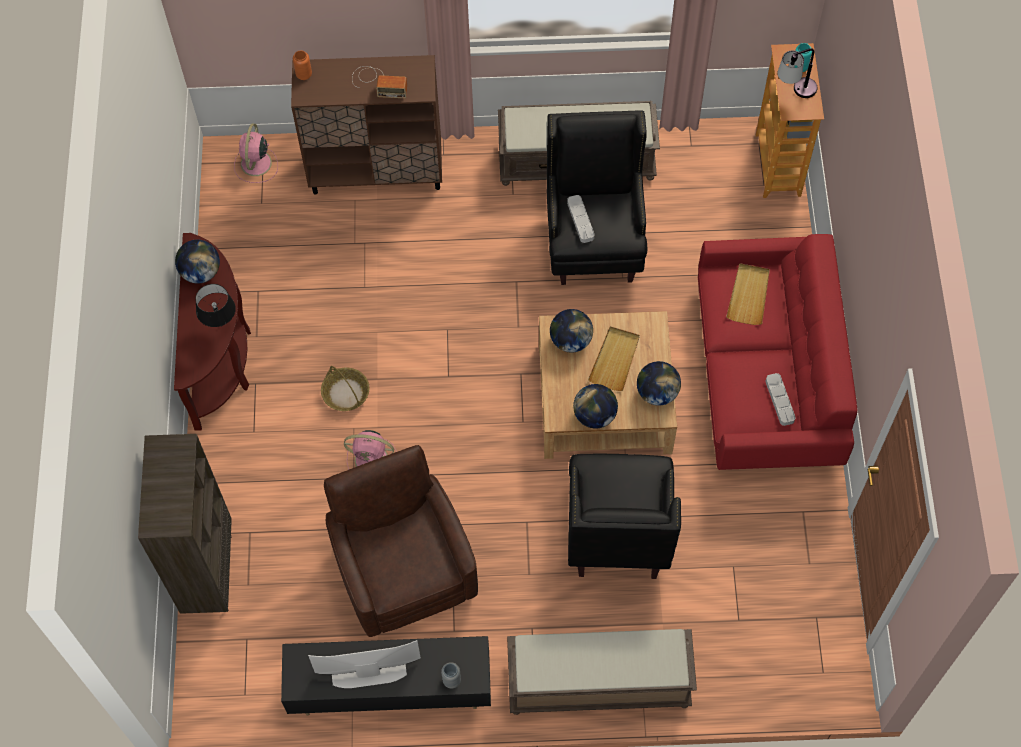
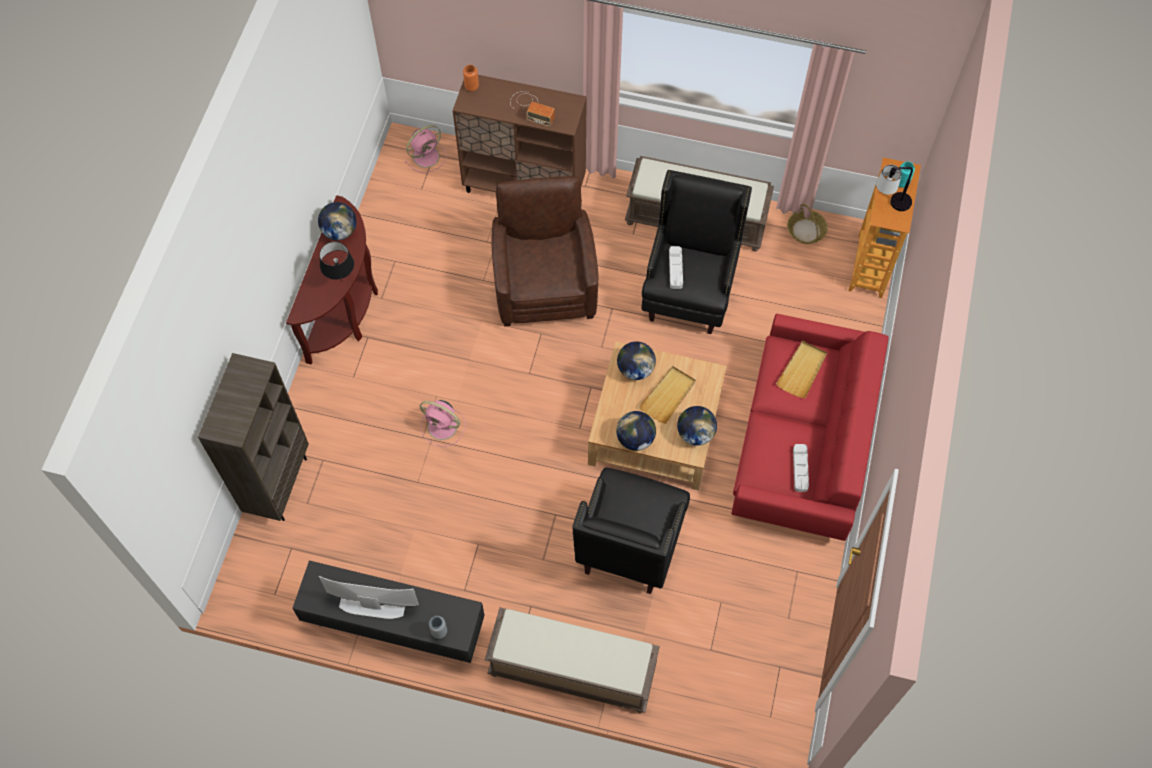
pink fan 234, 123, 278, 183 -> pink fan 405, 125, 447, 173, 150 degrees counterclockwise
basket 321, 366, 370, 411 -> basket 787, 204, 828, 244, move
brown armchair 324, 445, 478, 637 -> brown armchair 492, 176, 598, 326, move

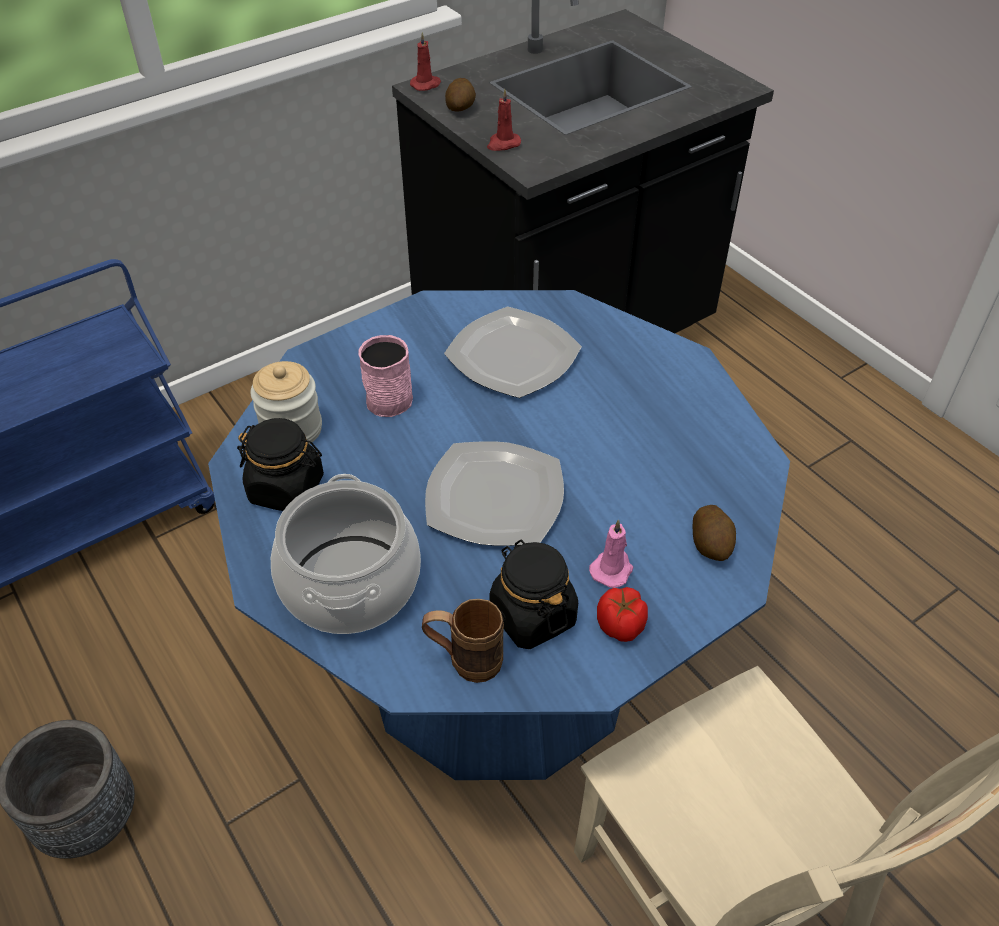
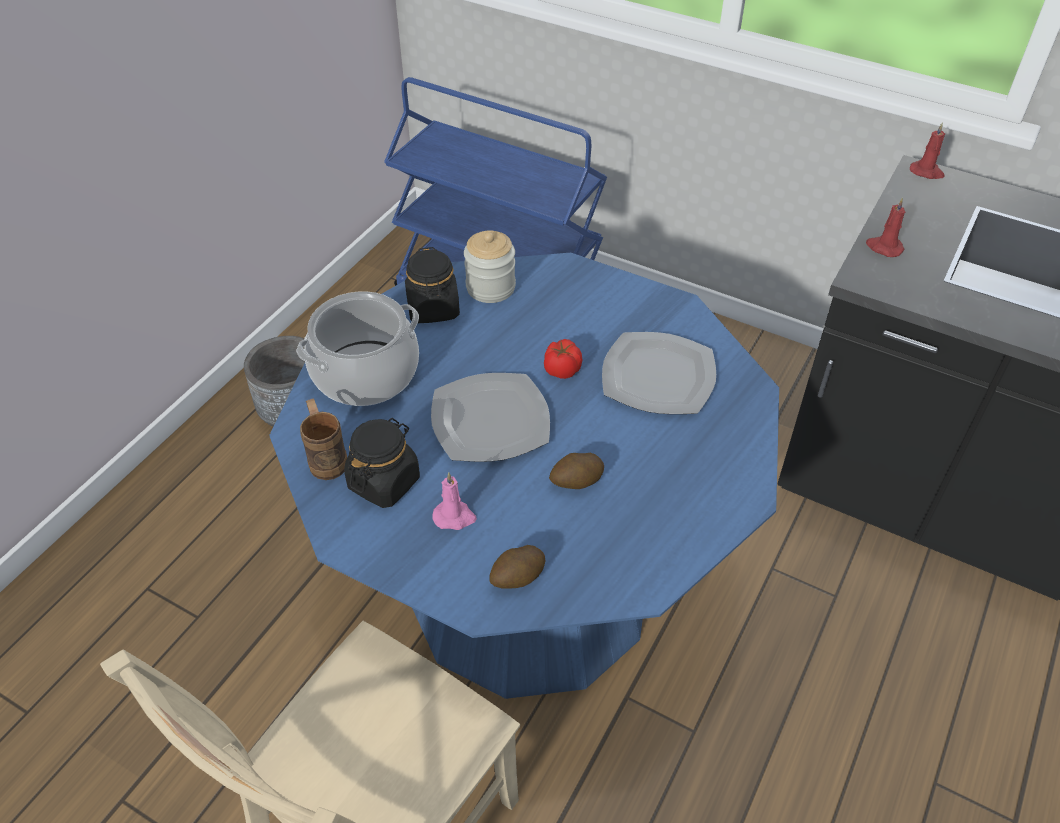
pink mug 358, 335, 413, 417 -> none
potato 445, 78, 476, 111 -> potato 549, 453, 604, 489, move
tomato 597, 587, 648, 642 -> tomato 544, 339, 582, 379, move

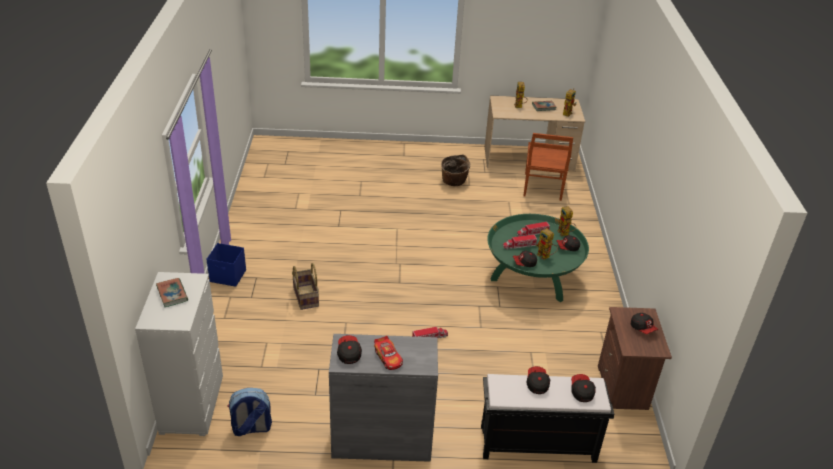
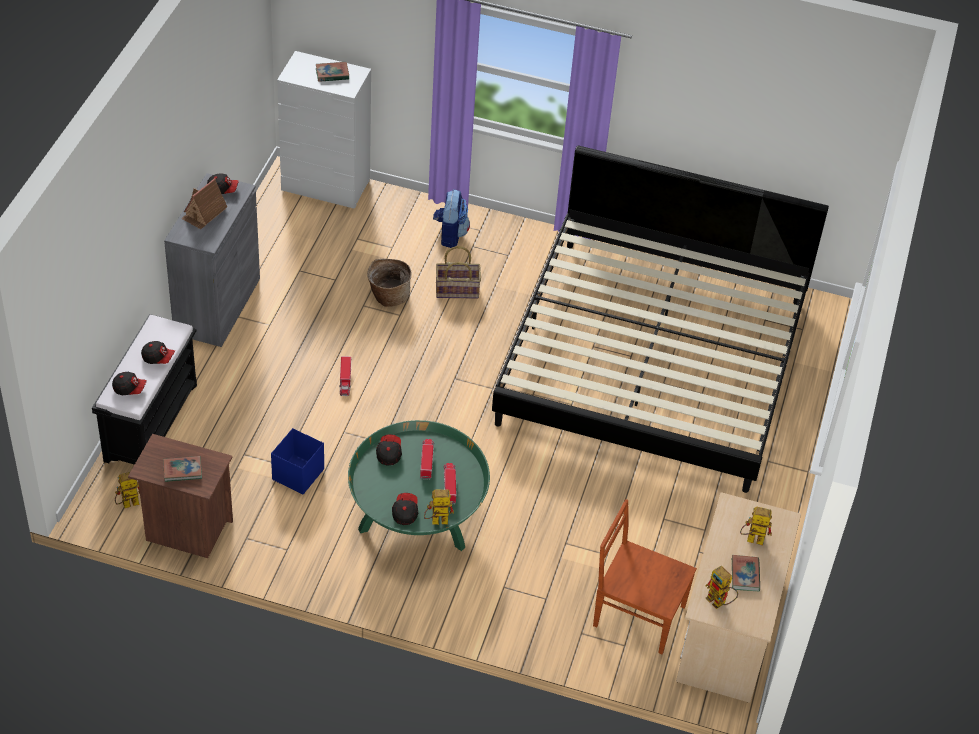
blue storage box 206, 243, 246, 287 -> blue storage box 271, 428, 324, 494, move
backpack 227, 388, 272, 436 -> backpack 433, 190, 470, 248, move
toy car 374, 336, 403, 370 -> toy house 181, 178, 227, 229
basket 441, 155, 470, 186 -> basket 367, 259, 412, 307, move
toy robot 536, 228, 558, 260 -> toy robot 115, 472, 140, 508, move
cap 631, 313, 659, 334 -> book 163, 456, 202, 482
none -> bed 492, 145, 829, 493

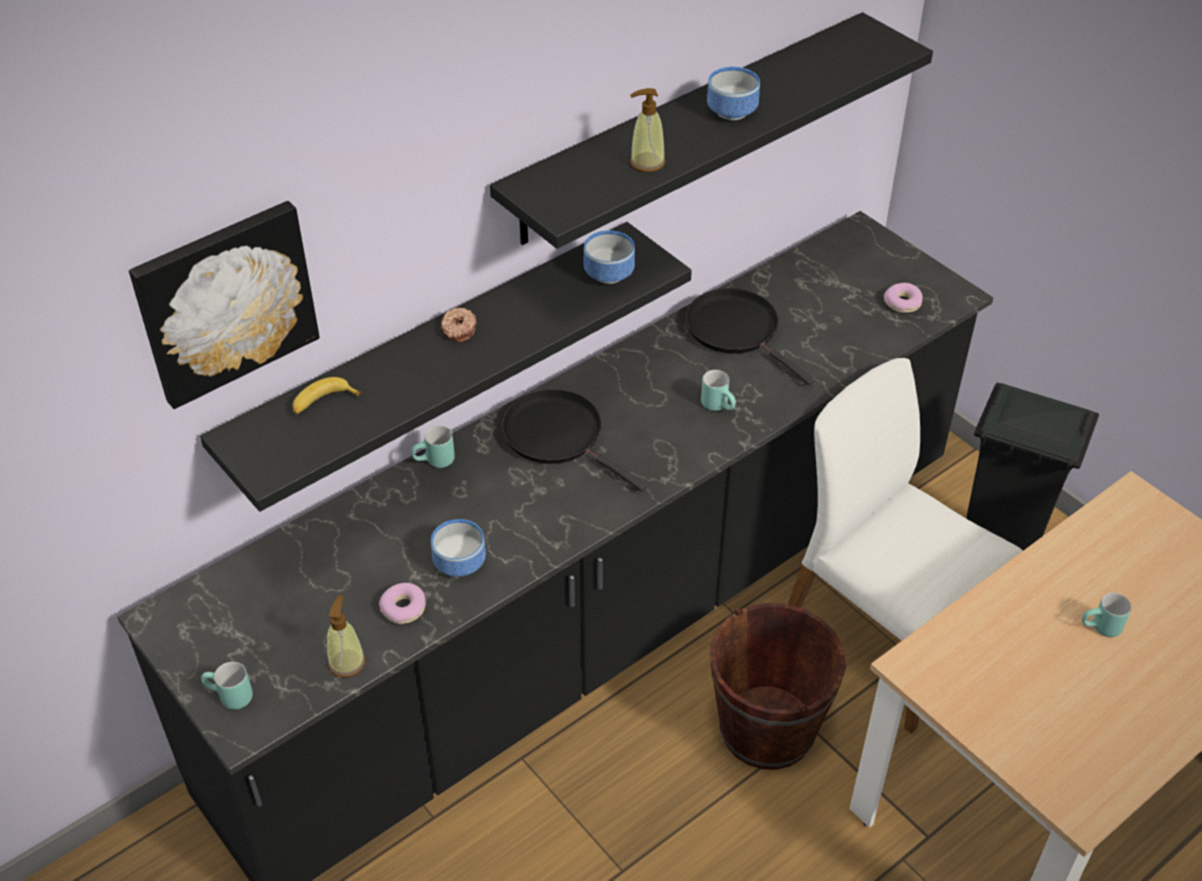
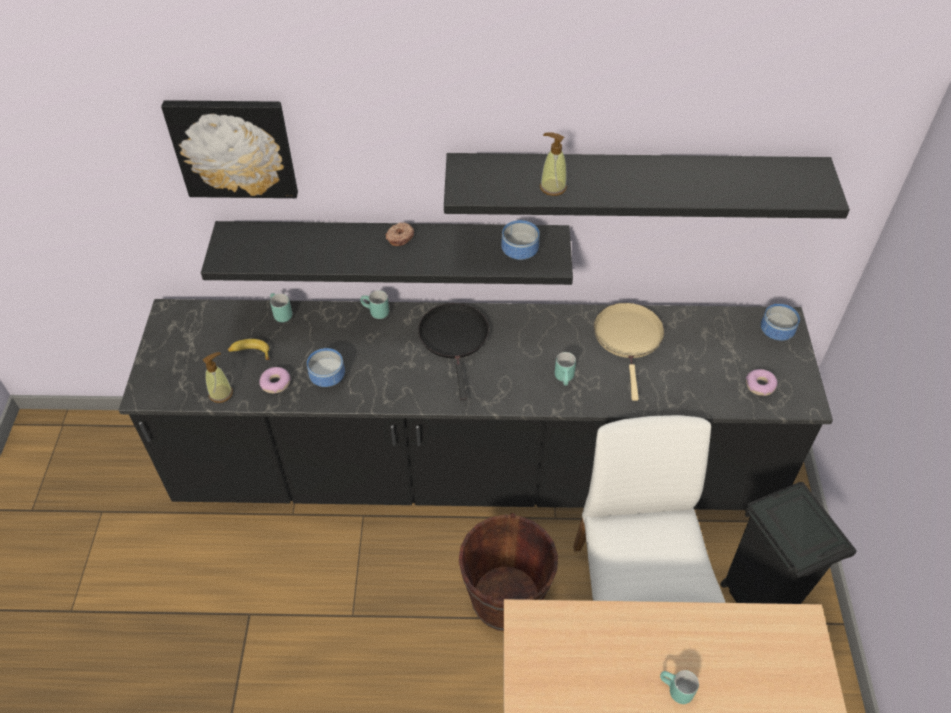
turquoise mug 201, 662, 253, 710 -> turquoise mug 270, 293, 292, 322, move
banana 293, 377, 362, 415 -> banana 228, 339, 270, 360, move
black frying pan 686, 288, 814, 385 -> beige frying pan 594, 303, 664, 401
bowl 707, 67, 760, 120 -> bowl 761, 304, 800, 341, move

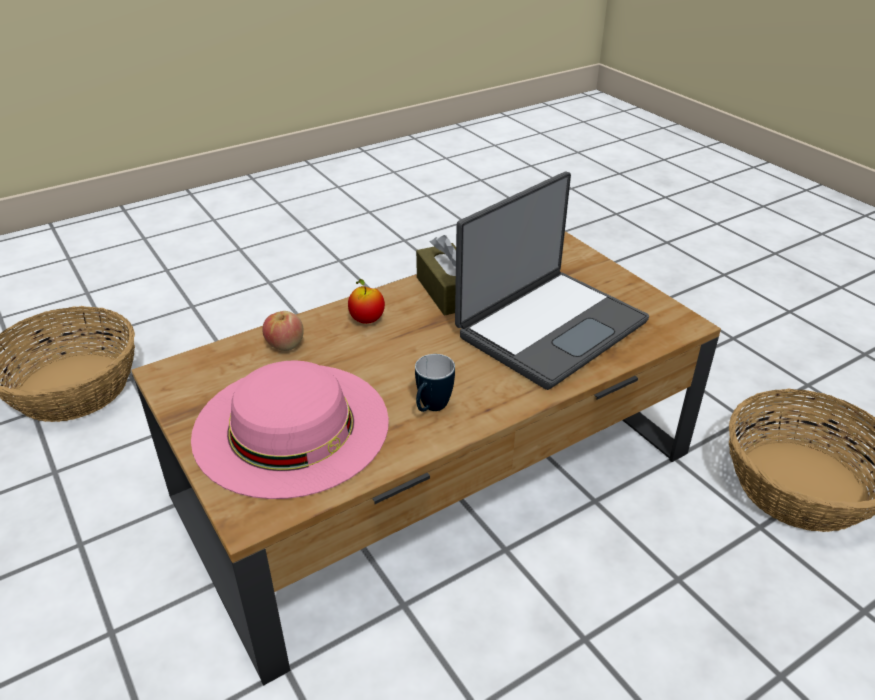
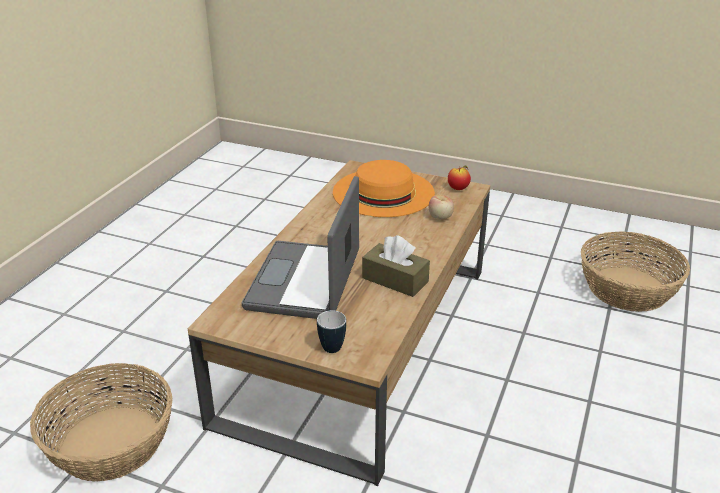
pink hat 191, 361, 389, 499 -> orange hat 333, 160, 435, 217
apple 348, 279, 385, 324 -> apple 448, 166, 471, 190, move
mug 415, 354, 455, 412 -> mug 317, 310, 346, 353, move

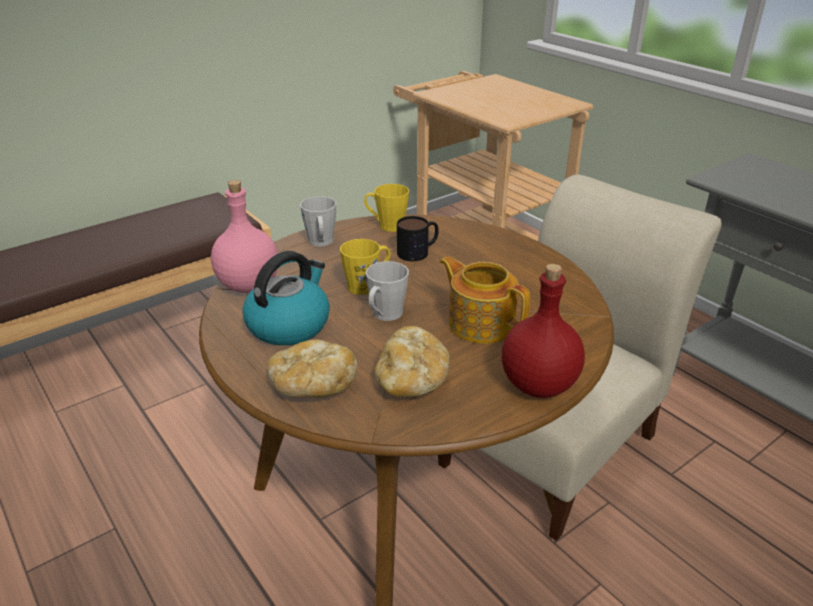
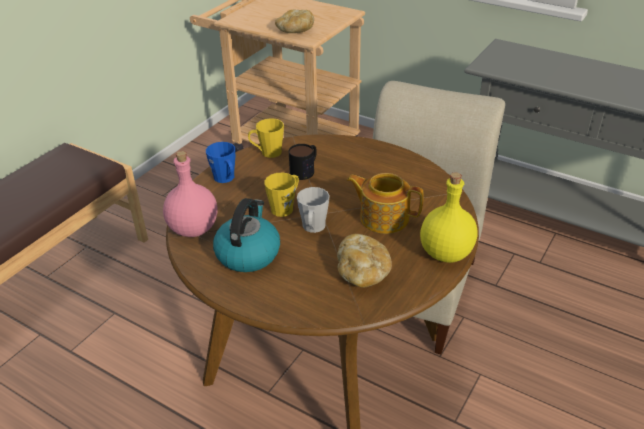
bread 267, 340, 357, 398 -> bread 275, 10, 314, 33, move
grey mug 300, 196, 336, 246 -> blue mug 206, 142, 235, 183
red bottle 501, 264, 585, 398 -> yellow bottle 420, 172, 477, 263

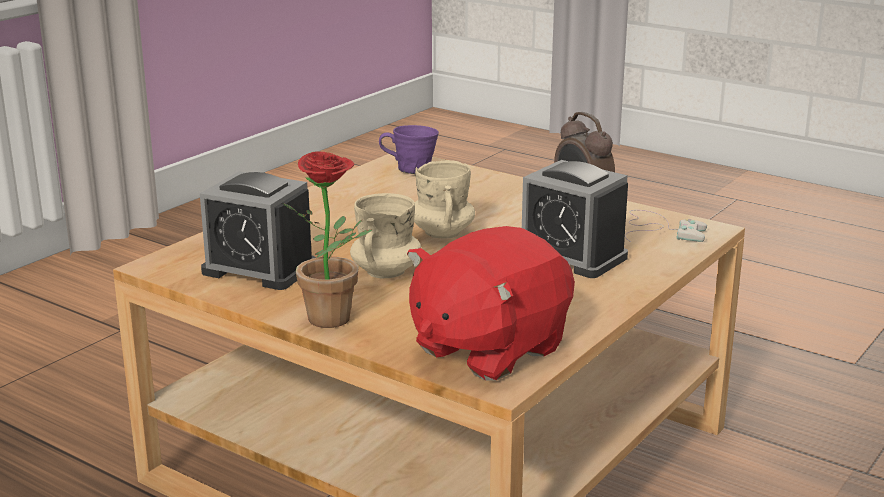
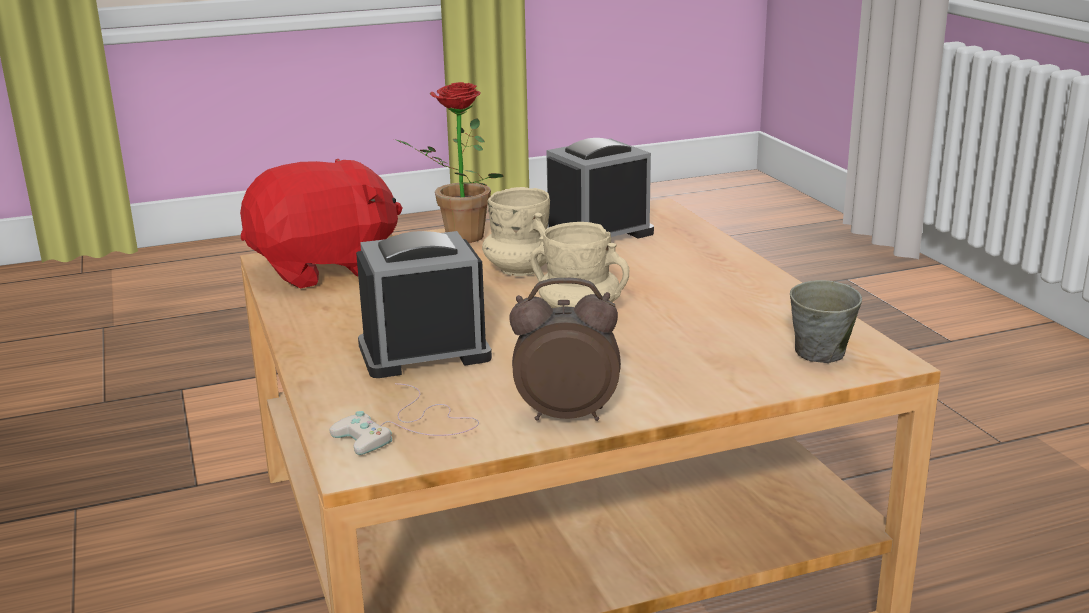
purple mug 379, 125, 439, 174 -> grey mug 790, 280, 862, 363
red plush toy 407, 226, 575, 380 -> red plush toy 240, 159, 402, 289, 75 degrees clockwise

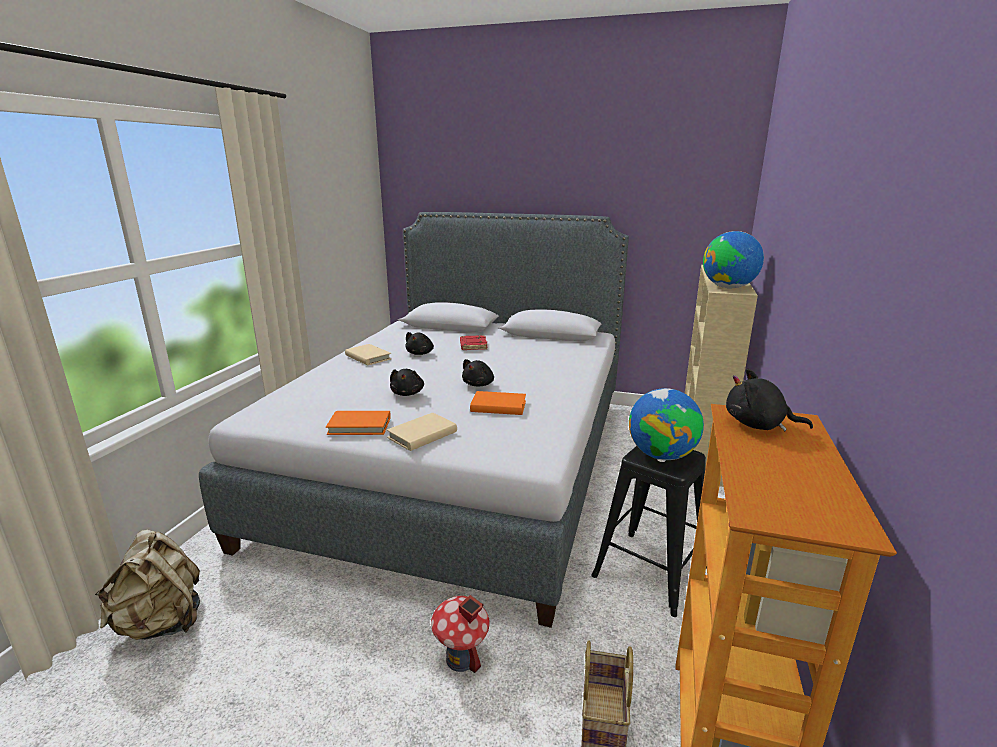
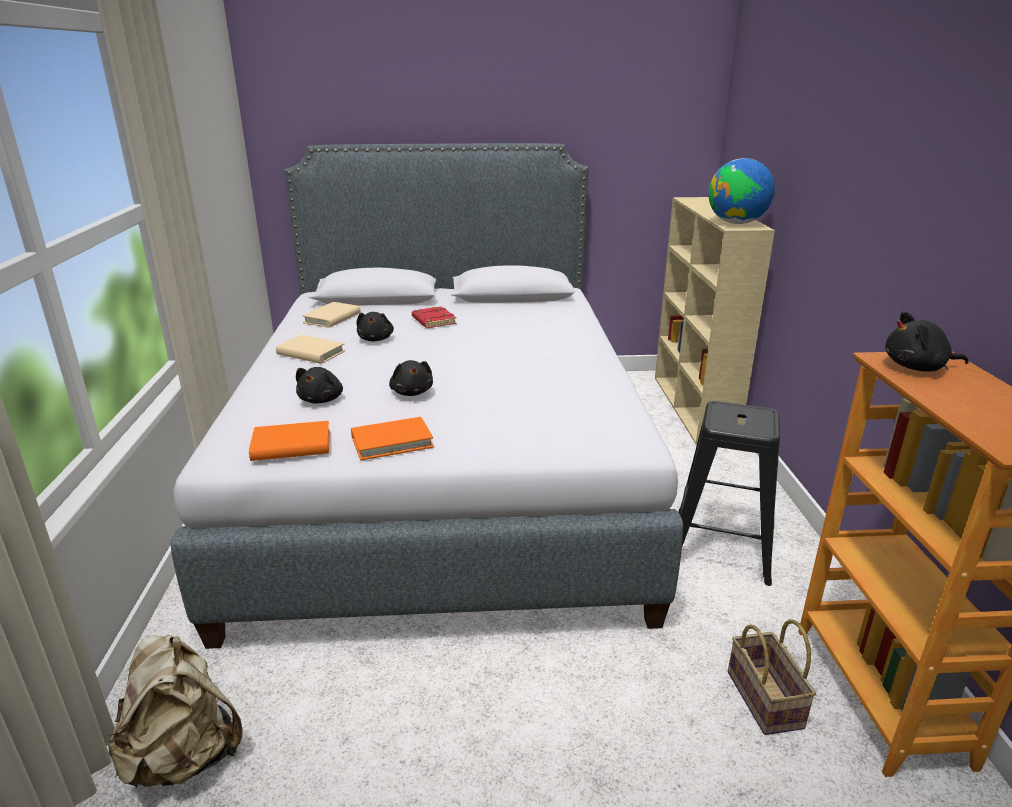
beige book 387, 413, 457, 451 -> beige book 302, 302, 360, 328, move
toy house 431, 595, 490, 673 -> none
black plush toy 462, 359, 494, 386 -> black plush toy 296, 367, 343, 403, move
orange book 470, 391, 526, 415 -> orange book 249, 421, 330, 461, move
globe 629, 388, 704, 460 -> none

